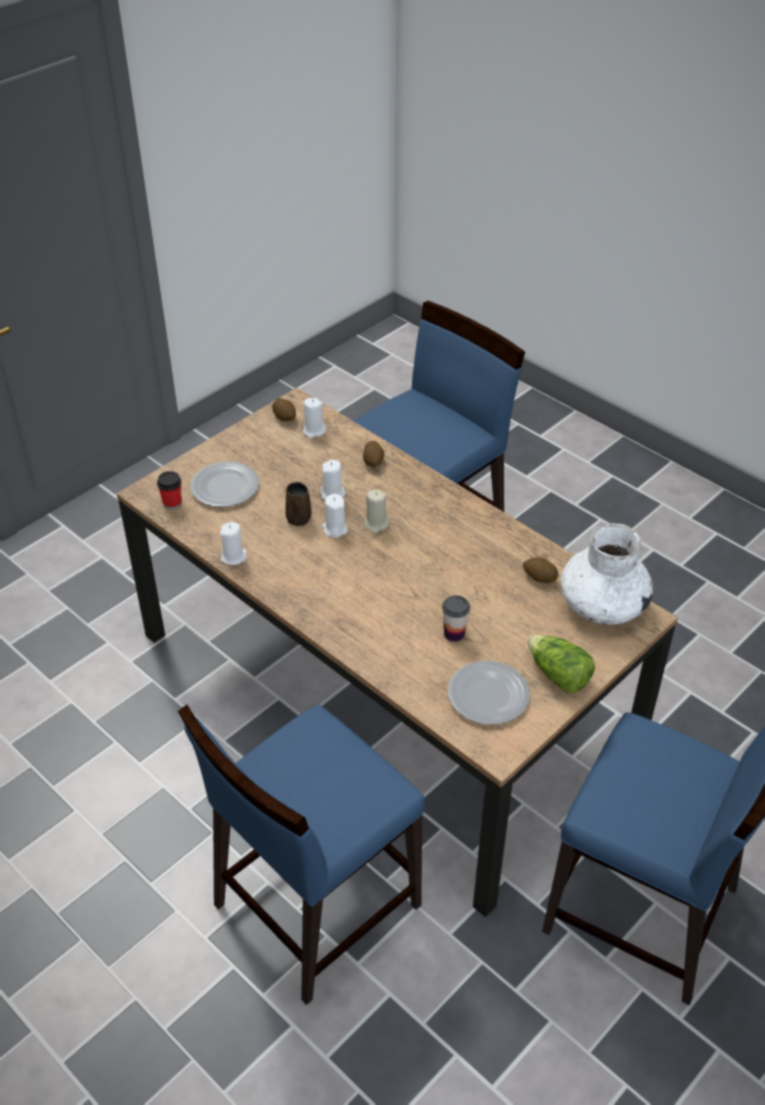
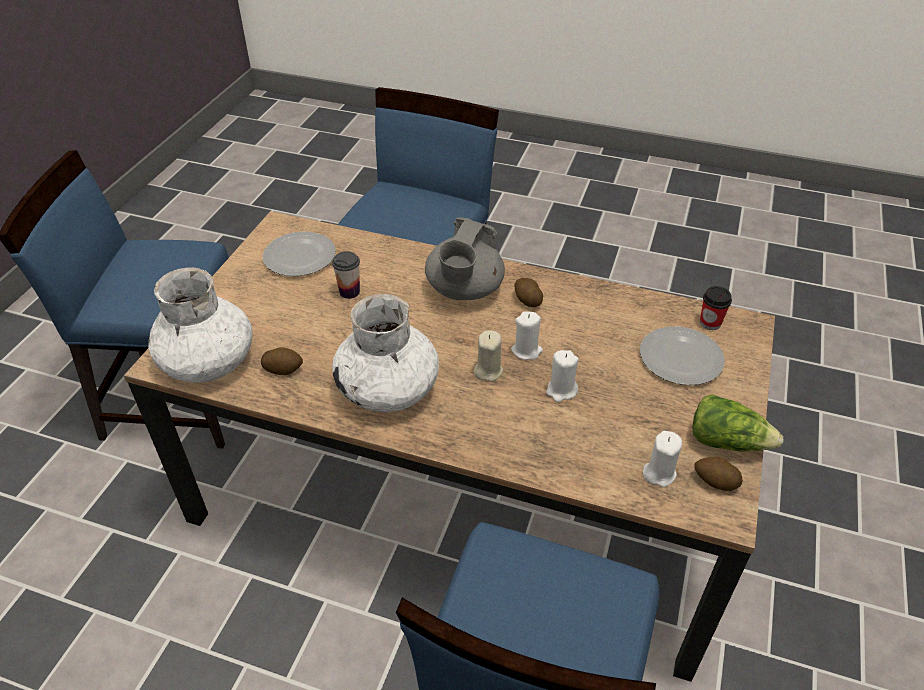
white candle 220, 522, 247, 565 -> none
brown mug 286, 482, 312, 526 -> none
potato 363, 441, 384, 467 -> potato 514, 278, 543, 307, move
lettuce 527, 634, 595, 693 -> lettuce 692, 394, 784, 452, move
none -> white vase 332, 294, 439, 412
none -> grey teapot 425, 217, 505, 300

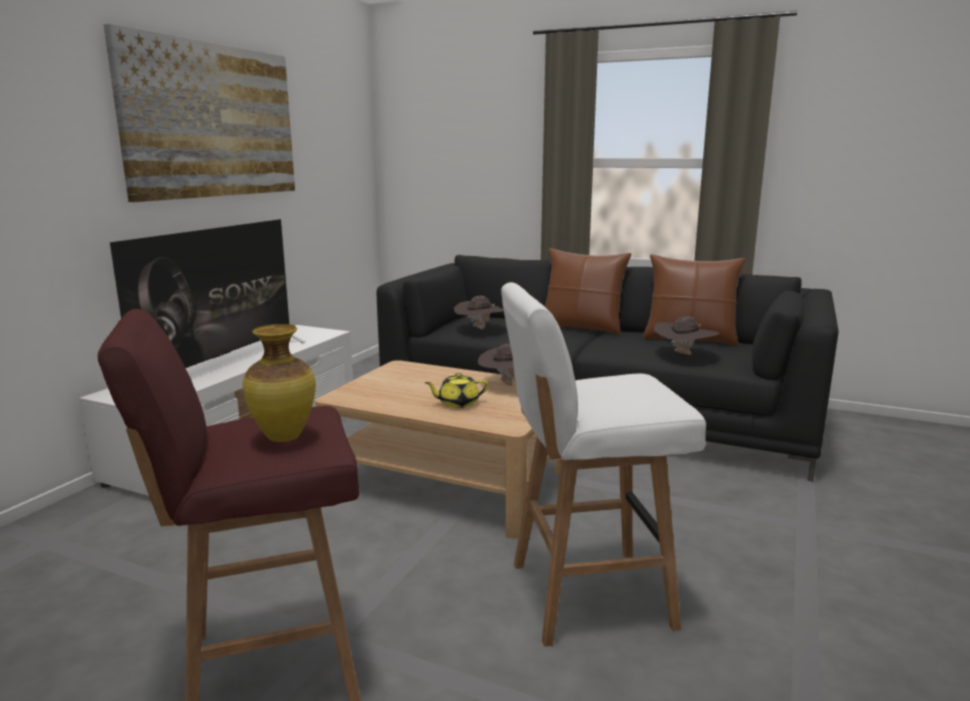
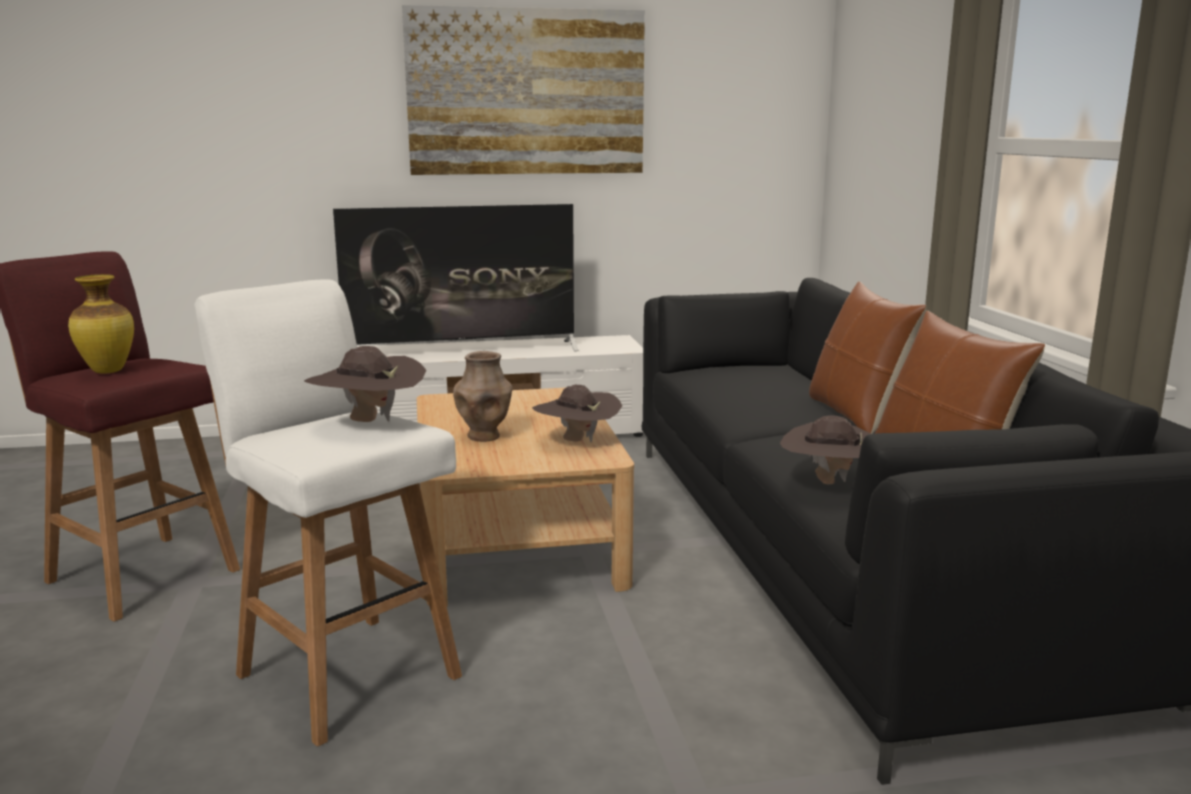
yellow teapot 425, 373, 488, 408 -> brown vase 453, 351, 513, 442
brown hat 454, 296, 504, 330 -> brown hat 304, 346, 426, 422, move

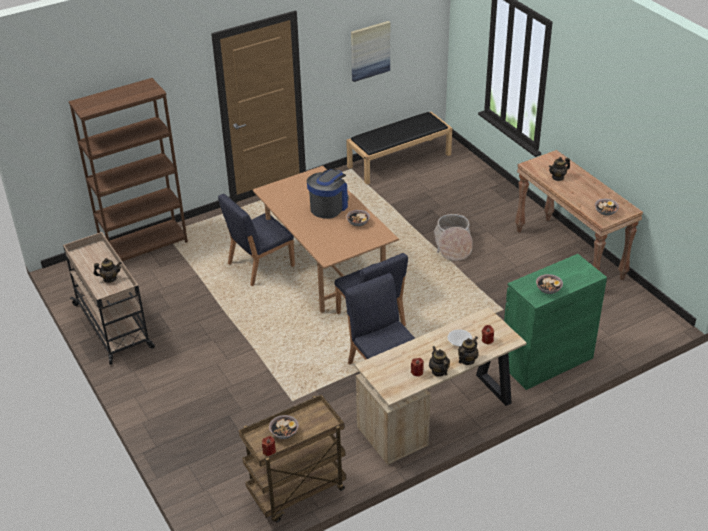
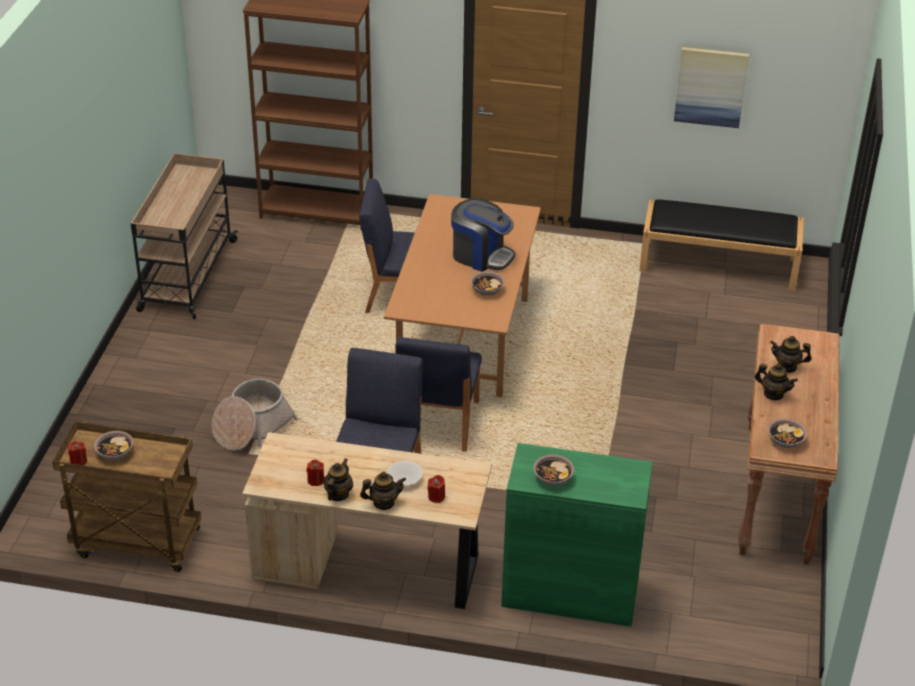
teapot 94, 258, 122, 283 -> teapot 755, 363, 798, 400, move
coffee machine 306, 169, 349, 219 -> coffee machine 451, 198, 516, 272, 45 degrees clockwise
basket 433, 214, 473, 261 -> basket 212, 379, 298, 451, move

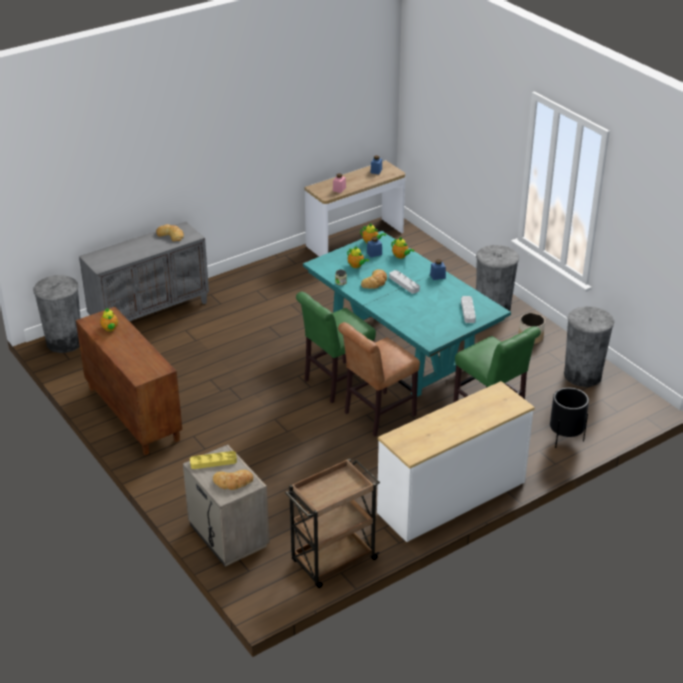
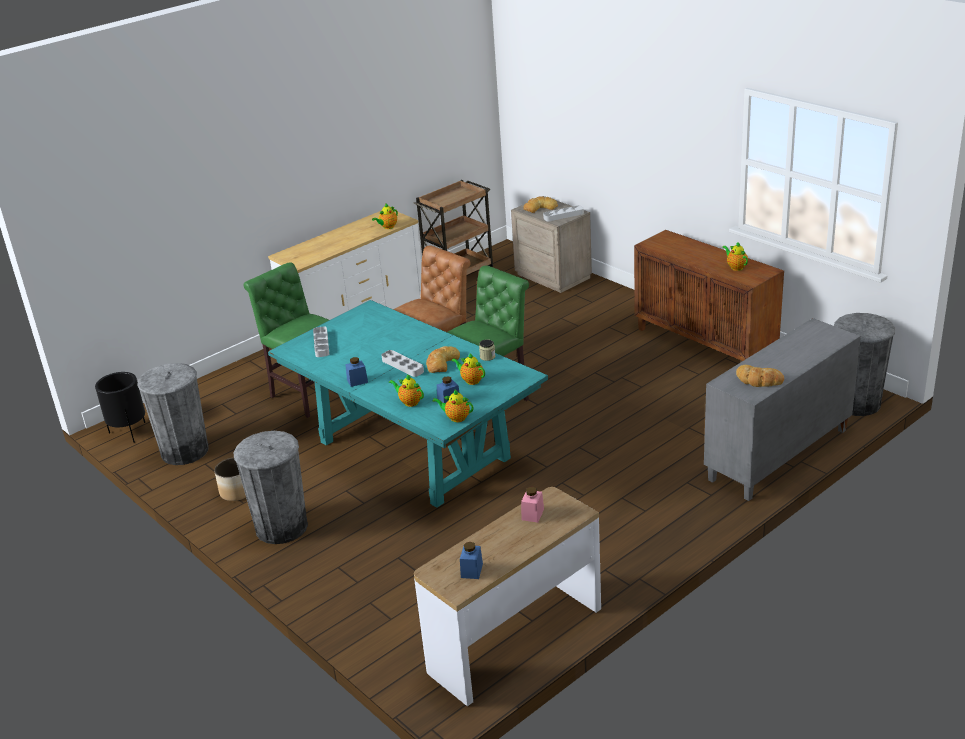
yellow tray 190, 451, 237, 469 -> grey tray 543, 205, 584, 221
black planter 550, 388, 589, 448 -> black planter 95, 372, 145, 443, move
none -> teapot 372, 203, 398, 229

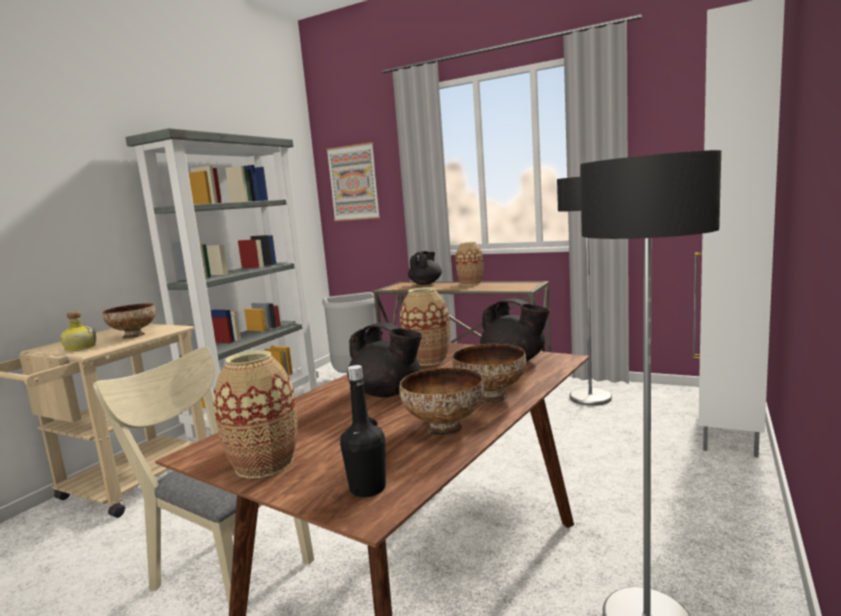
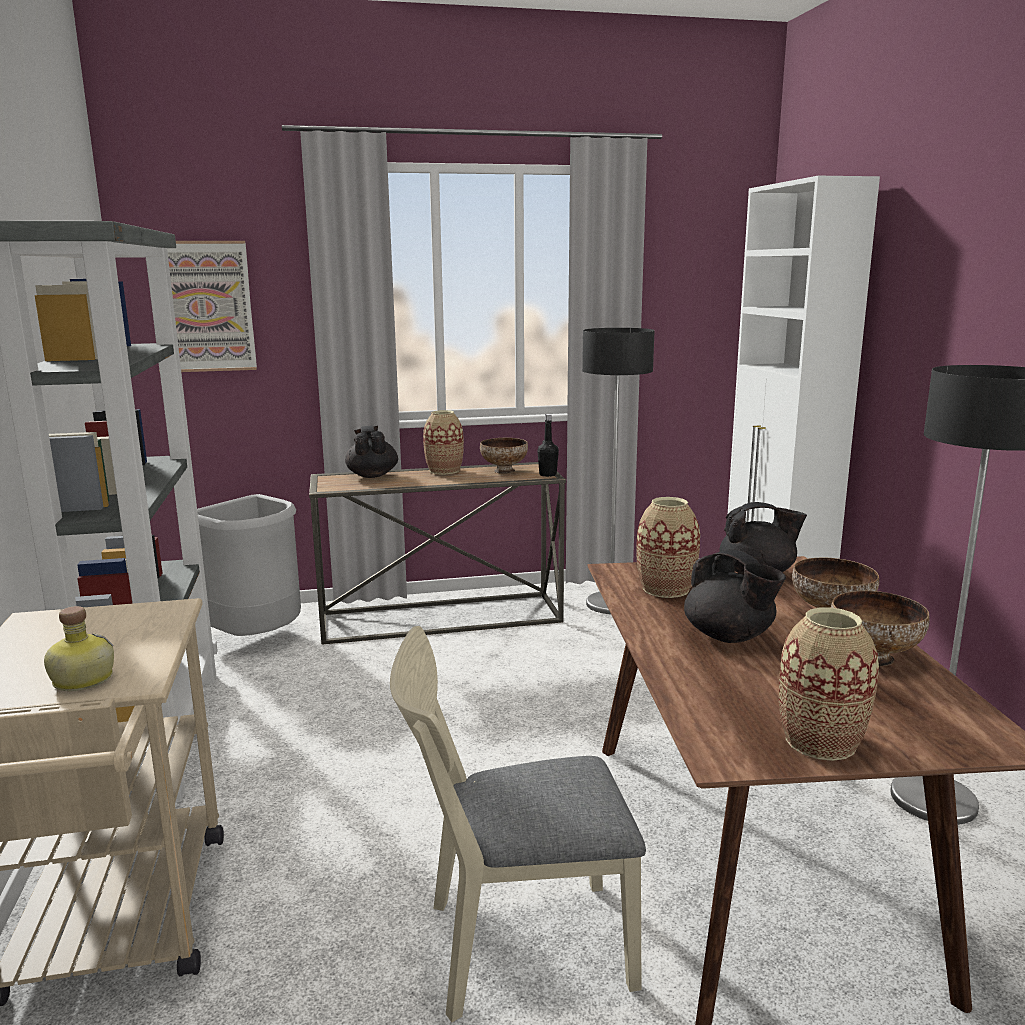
bowl 102, 303, 156, 338 -> bowl 480, 438, 528, 474, move
black bottle 340, 365, 386, 497 -> black bottle 538, 414, 559, 477, move
black teapot 347, 322, 422, 398 -> black teapot 684, 550, 786, 643, 60 degrees clockwise

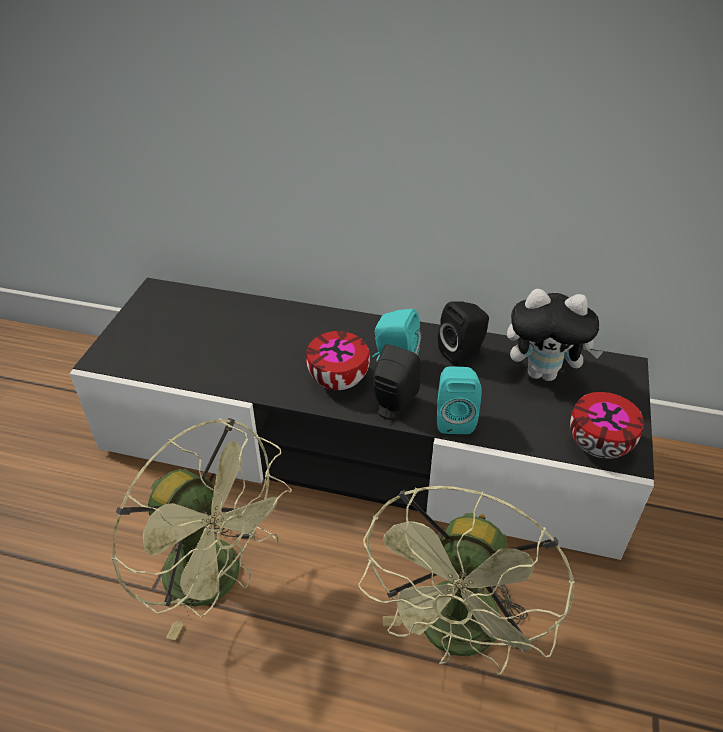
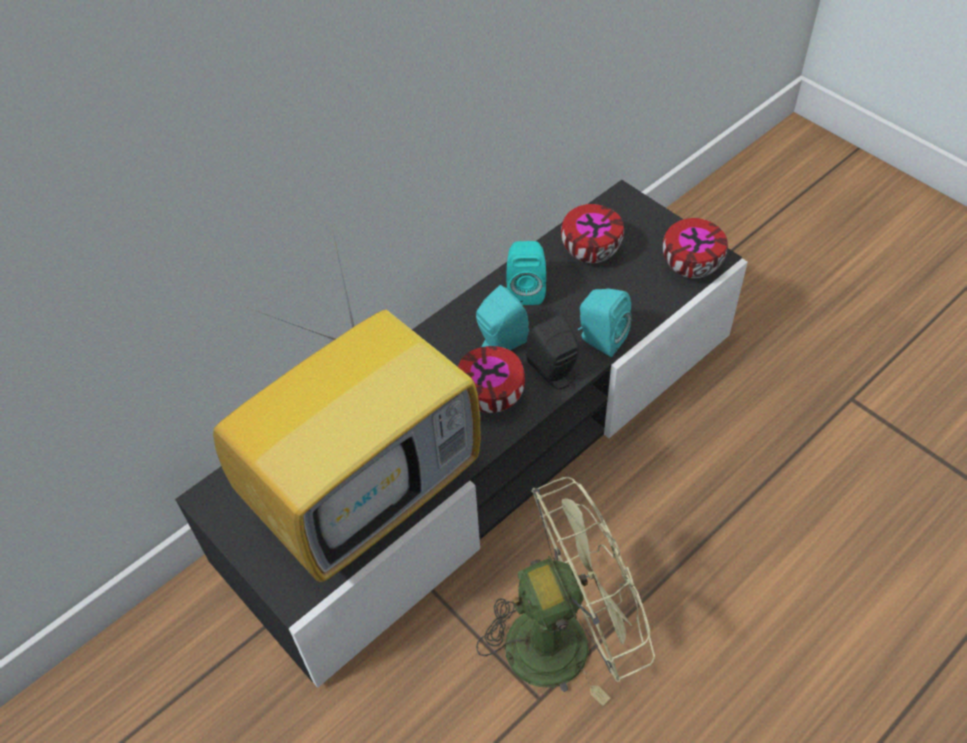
green fan 358, 486, 575, 675 -> none
black speaker 438, 301, 489, 366 -> turquoise speaker 507, 241, 546, 305
plush toy 507, 289, 604, 381 -> bowl 561, 204, 624, 263
none -> television 213, 228, 481, 582

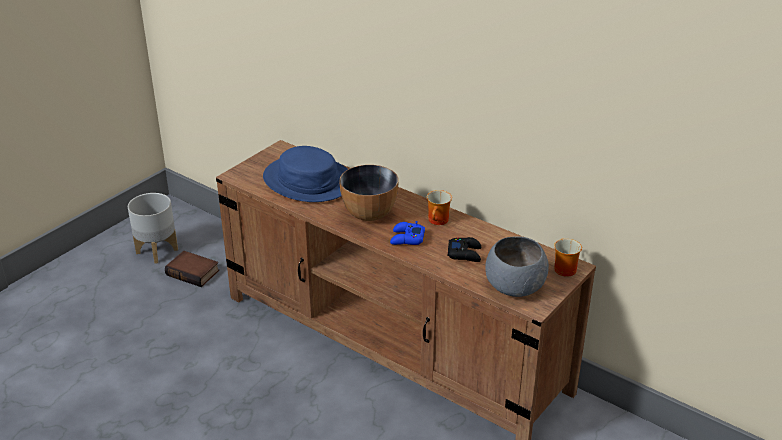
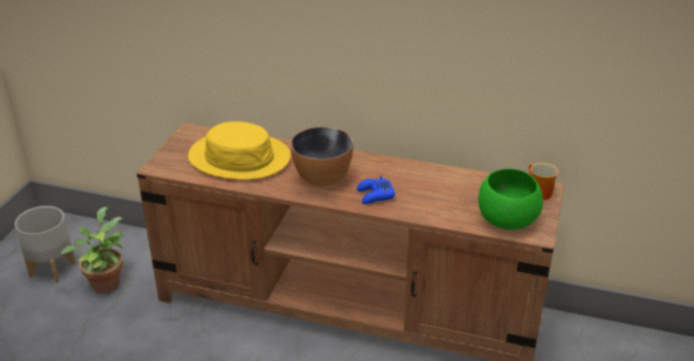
book 165, 251, 219, 287 -> potted plant 61, 207, 123, 294
blue hat 263, 146, 348, 202 -> yellow hat 188, 121, 291, 180
mug 427, 190, 452, 225 -> none
black game controller 448, 237, 481, 262 -> none
grey bowl 485, 237, 549, 297 -> green bowl 478, 169, 543, 230

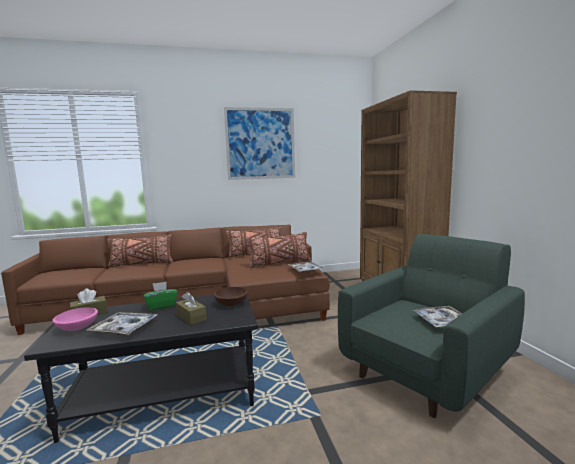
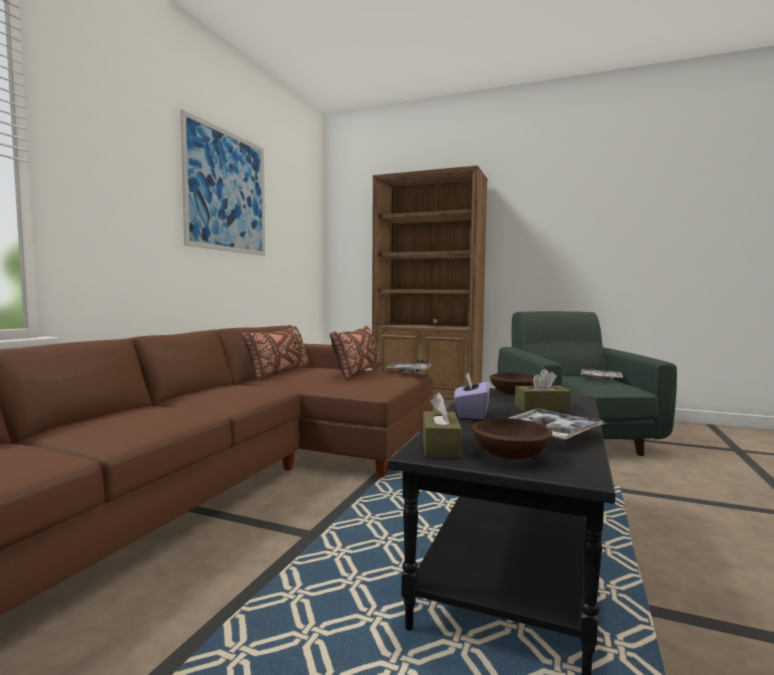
pink bowl 53, 307, 98, 331 -> brown bowl 472, 418, 552, 460
brown pillow 107, 234, 173, 267 -> none
green tissue box 144, 282, 177, 310 -> purple tissue box 454, 372, 490, 419

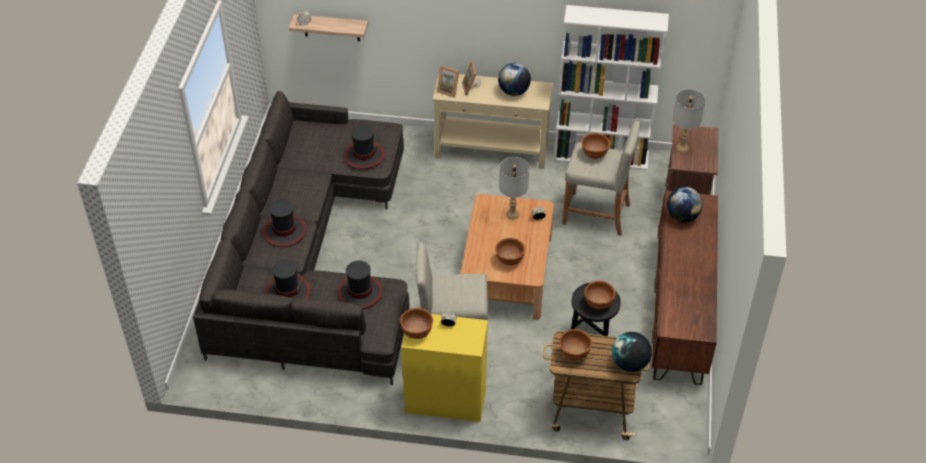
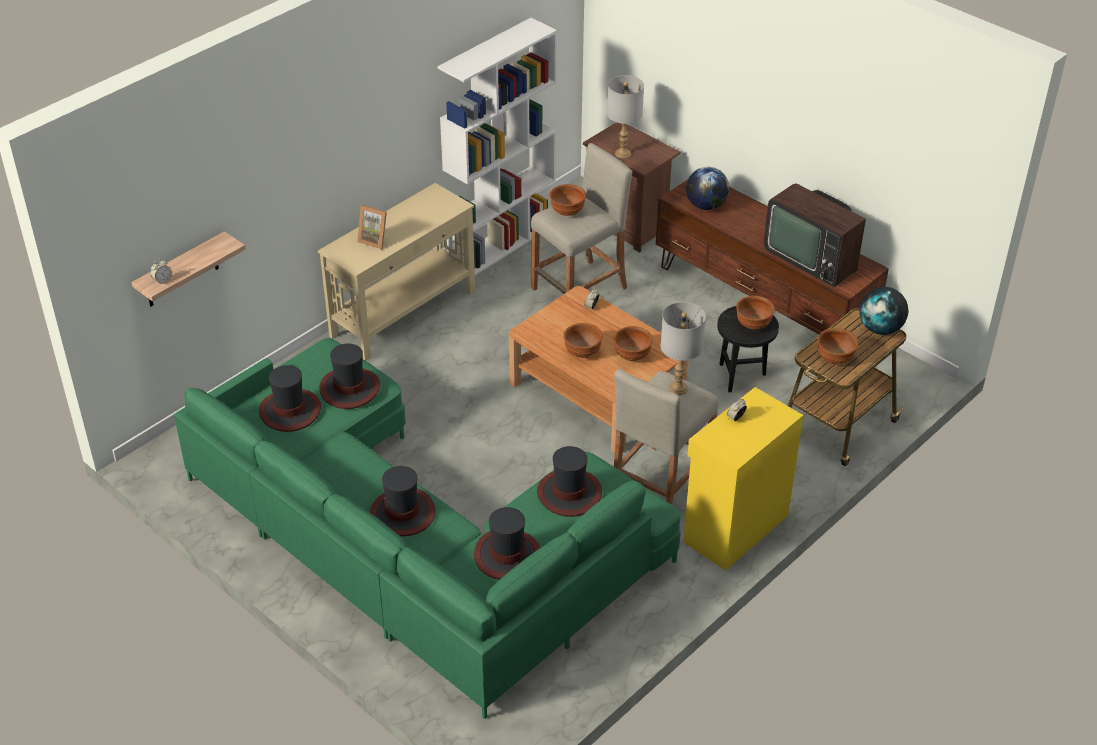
grey sofa 193, 91, 410, 385 -> green sofa 174, 338, 681, 719
brown bowl 400, 308, 433, 339 -> brown bowl 564, 323, 603, 358, move
picture frame 437, 66, 459, 98 -> none
globe 498, 63, 531, 96 -> none
grey table lamp 499, 157, 530, 219 -> grey table lamp 661, 302, 706, 395, move
none -> hat 259, 365, 321, 432
none -> television 764, 184, 866, 287

